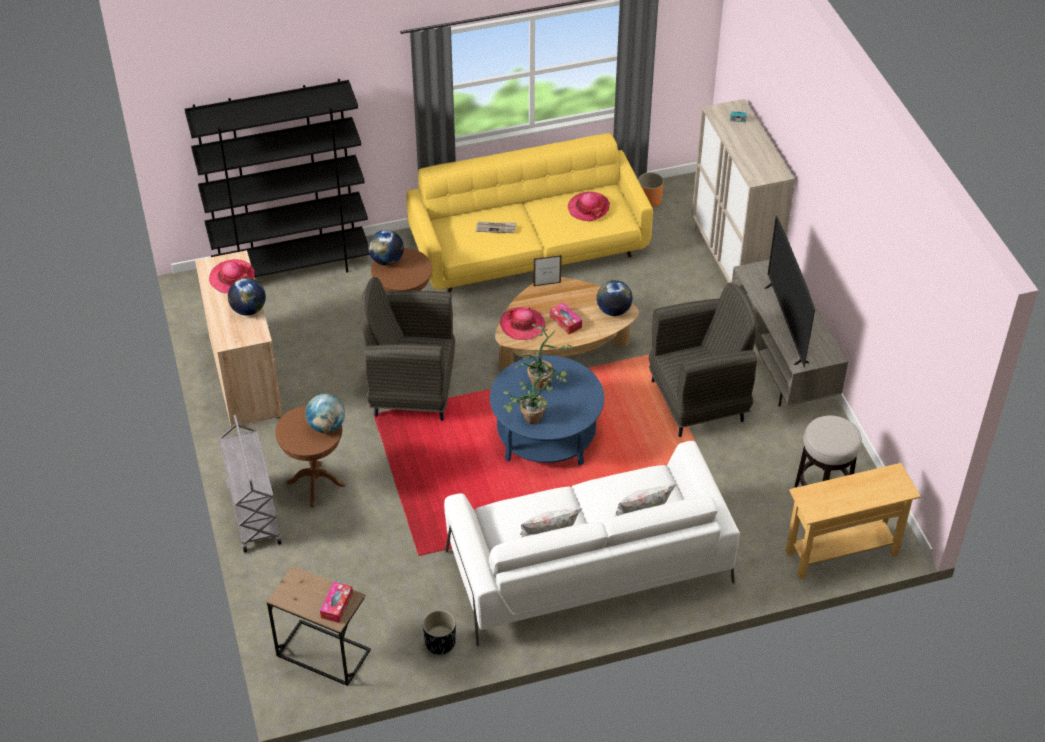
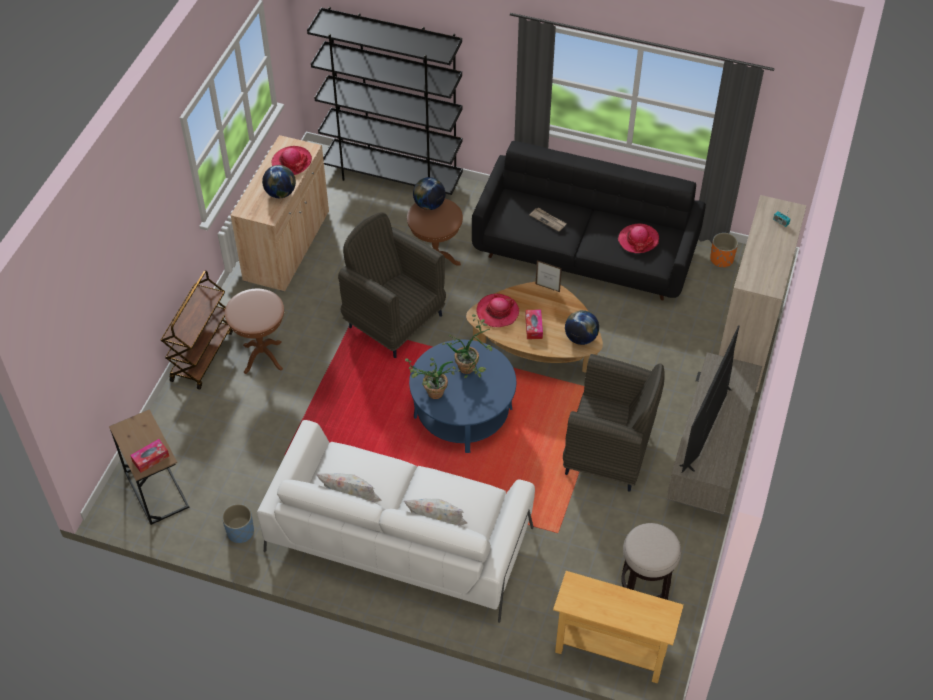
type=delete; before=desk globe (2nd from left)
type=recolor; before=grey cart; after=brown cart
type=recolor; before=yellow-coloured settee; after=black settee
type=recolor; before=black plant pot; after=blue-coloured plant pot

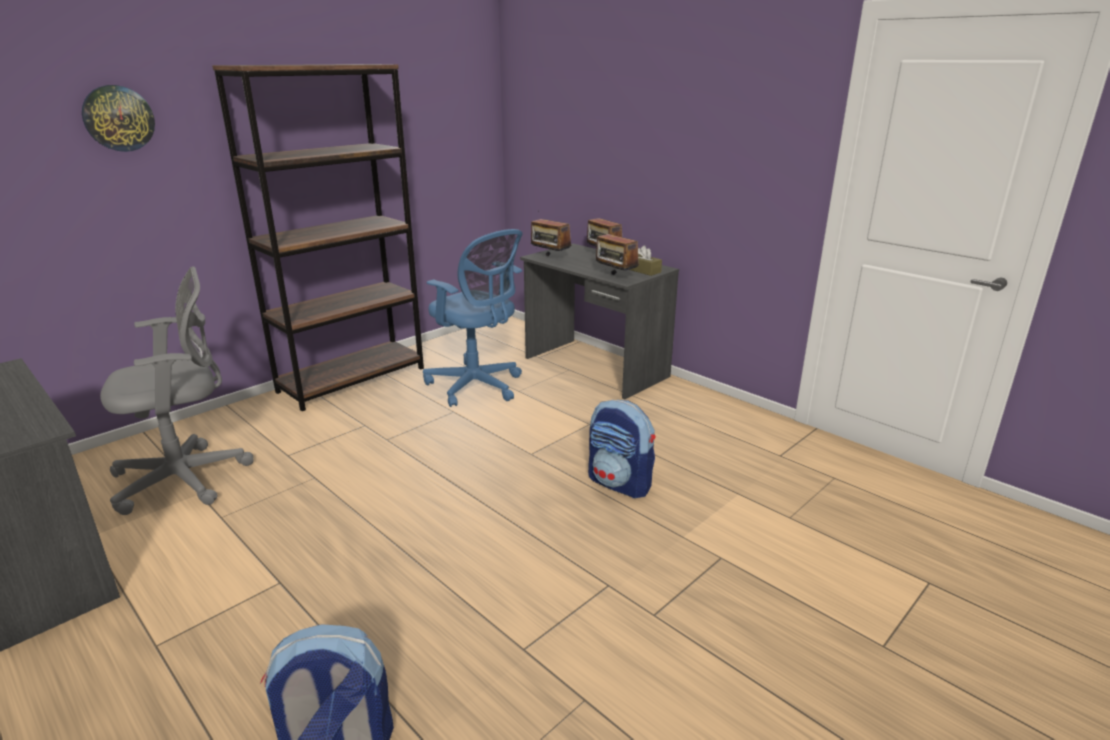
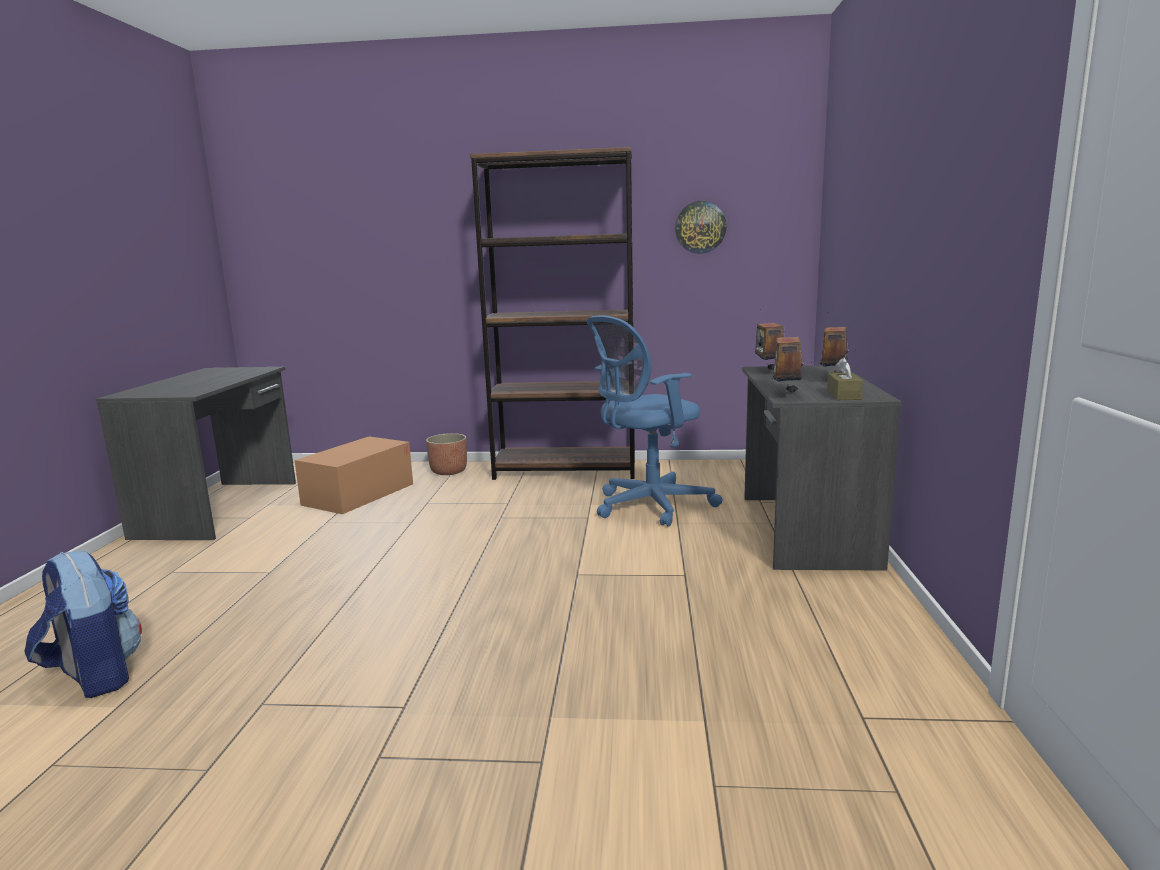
type=delete; before=backpack (2nd from left)
type=insert; after=plant pot
type=move; before=wall clock
type=replace; before=grey office chair; after=packing box
type=rotate; before=blue-coloured office chair; turn=60

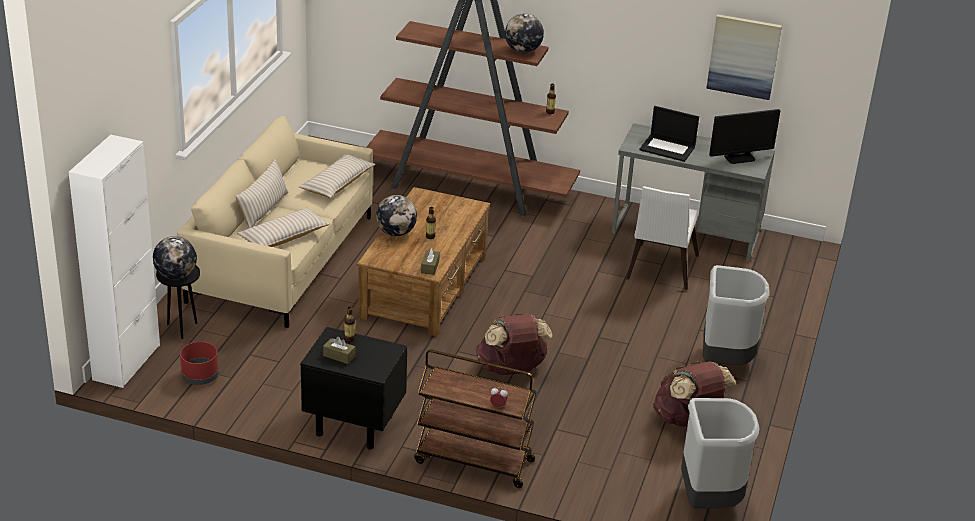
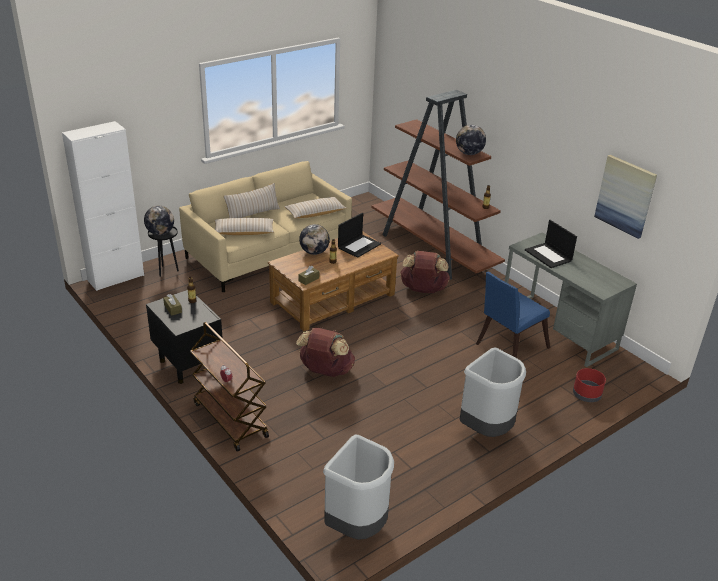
type=delete; before=monitor
type=insert; after=laptop (1st from left)
type=move; before=reddish plant pot
type=move; before=brown backpack (2nd from left)
type=recolor; before=white-coloured upright chair; after=blue-coloured upright chair

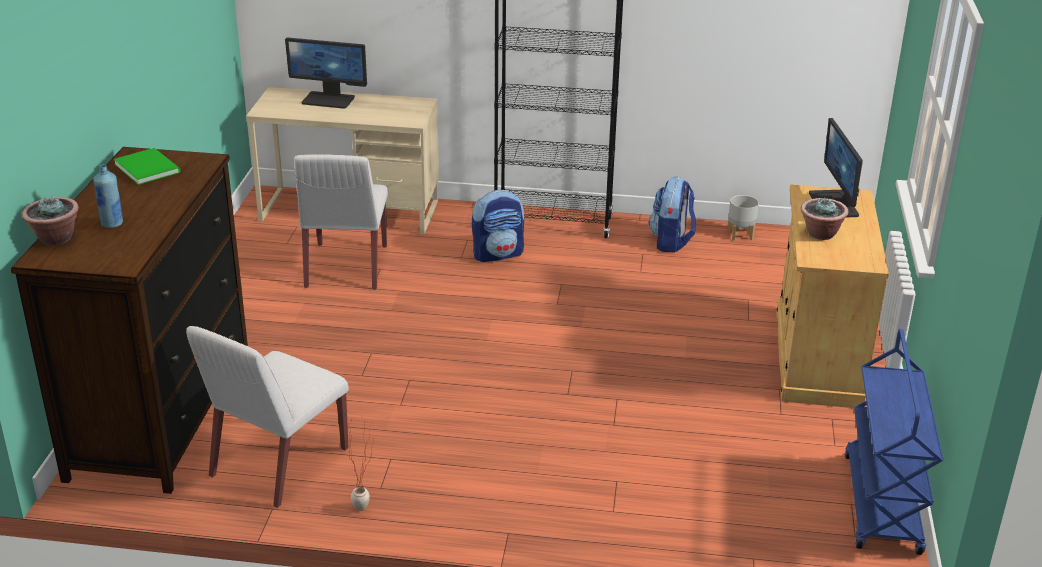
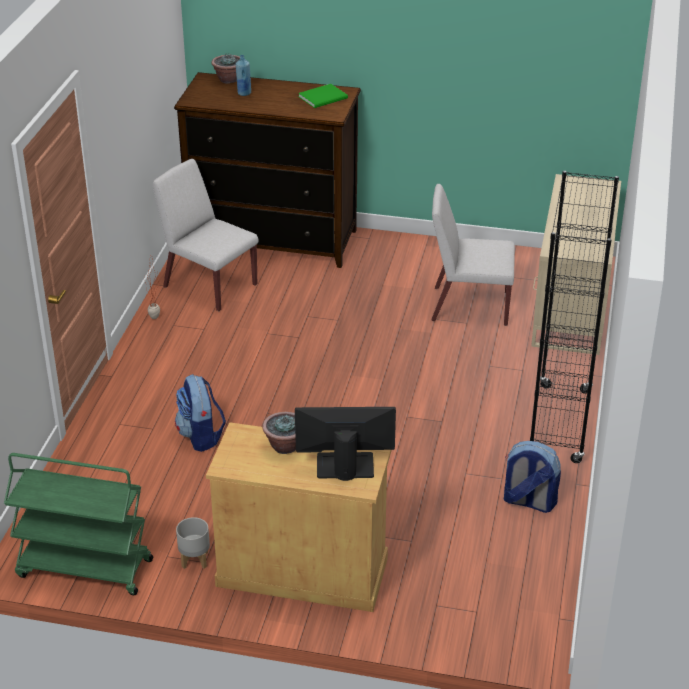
type=delete; before=monitor (1st from left)
type=move; before=backpack (1st from left)
type=move; before=grey plant pot
type=recolor; before=blue-coloured cart; after=green-coloured cart

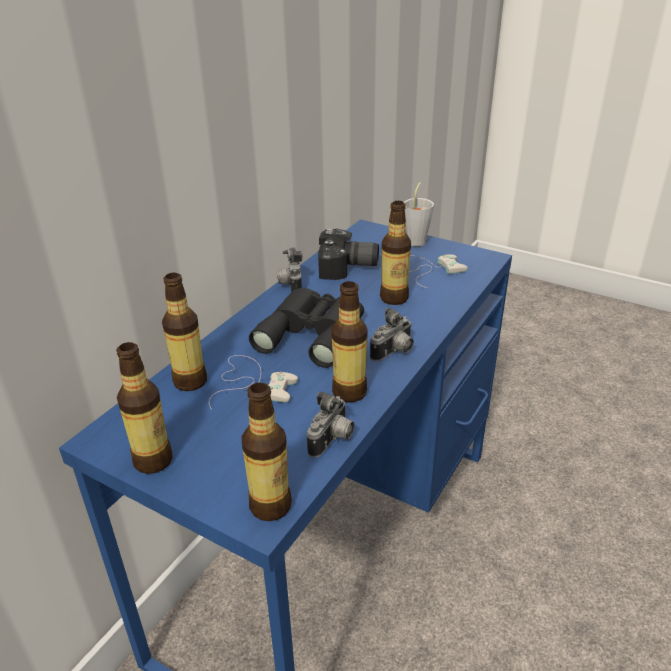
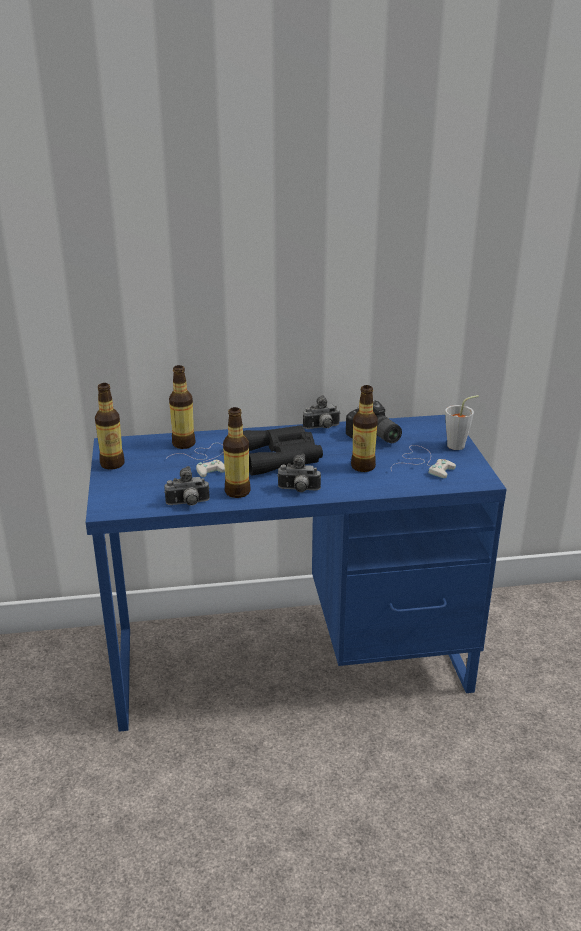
type=delete; before=drink bottle (3rd from left)
type=rotate; before=still camera (1st from left in the first image); turn=-150

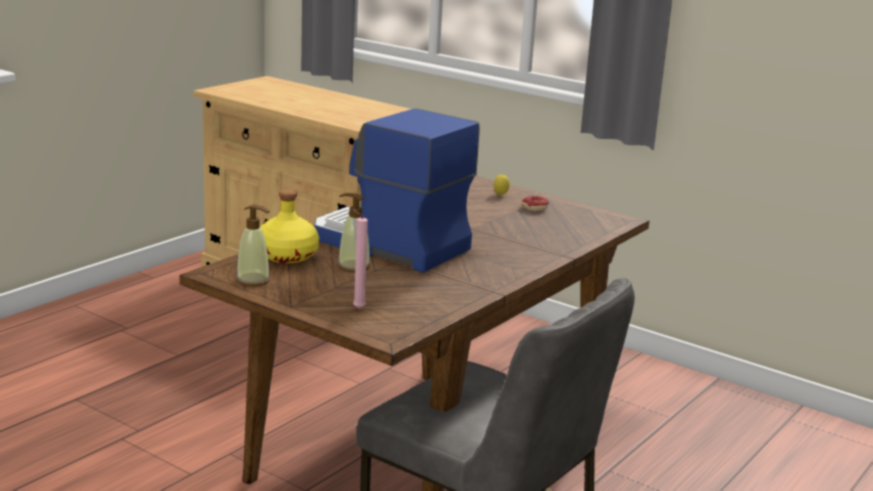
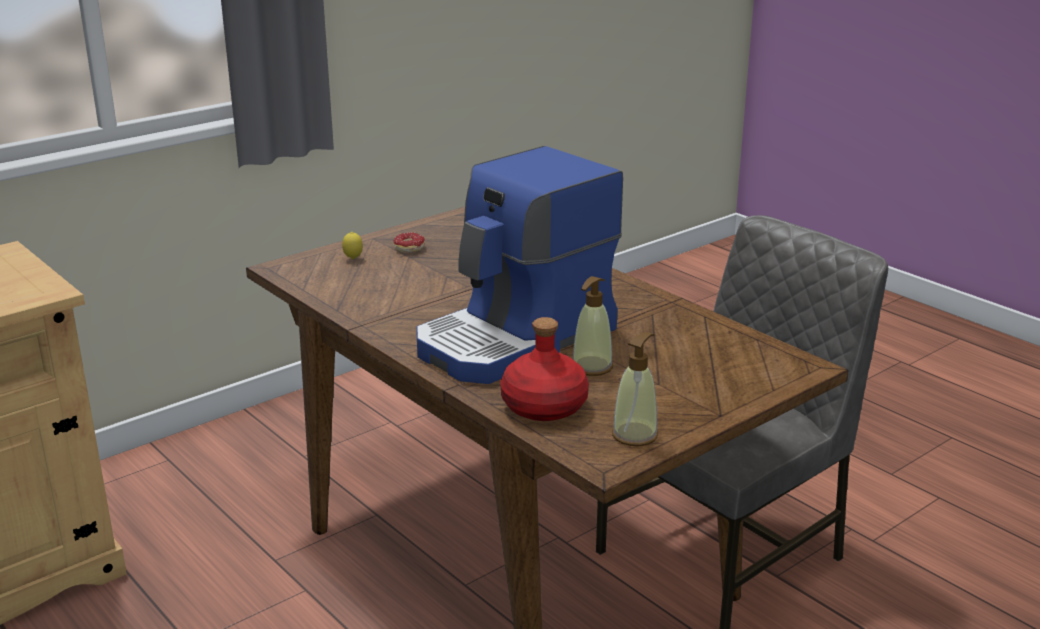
type=delete; before=pink-coloured wax candle
type=recolor; before=yellow-coloured drink bottle; after=reddish drink bottle

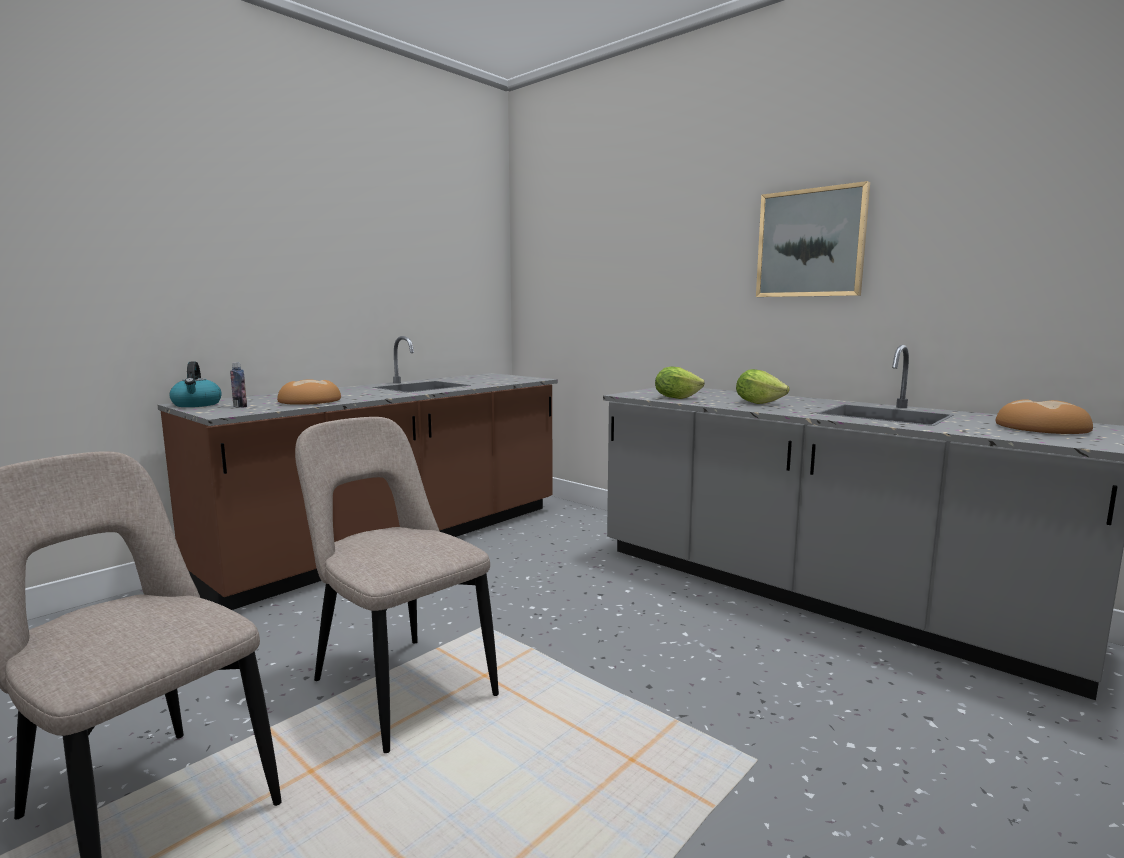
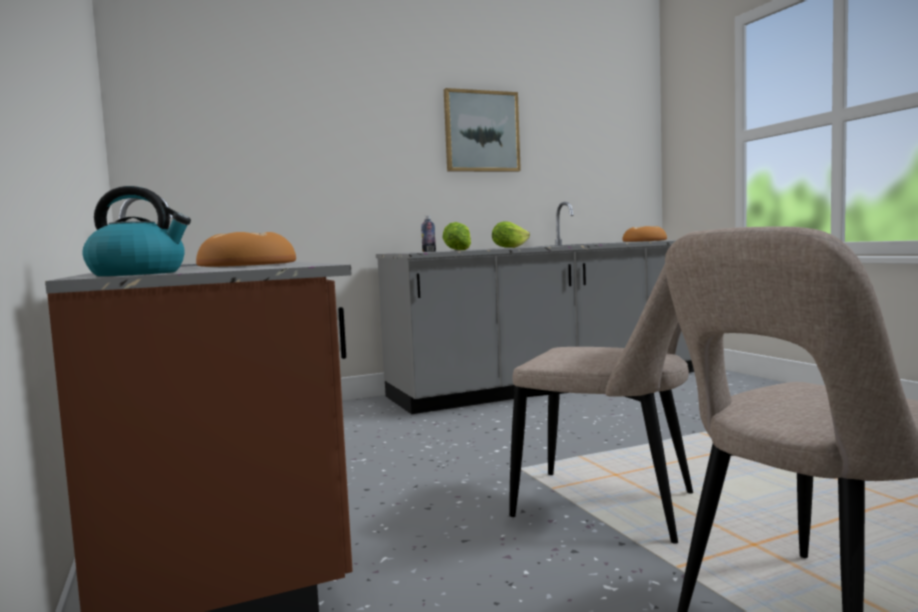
type=move; before=drink bottle
type=rotate; before=beige-coloured upright chair (2nd from left in the first image); turn=-135

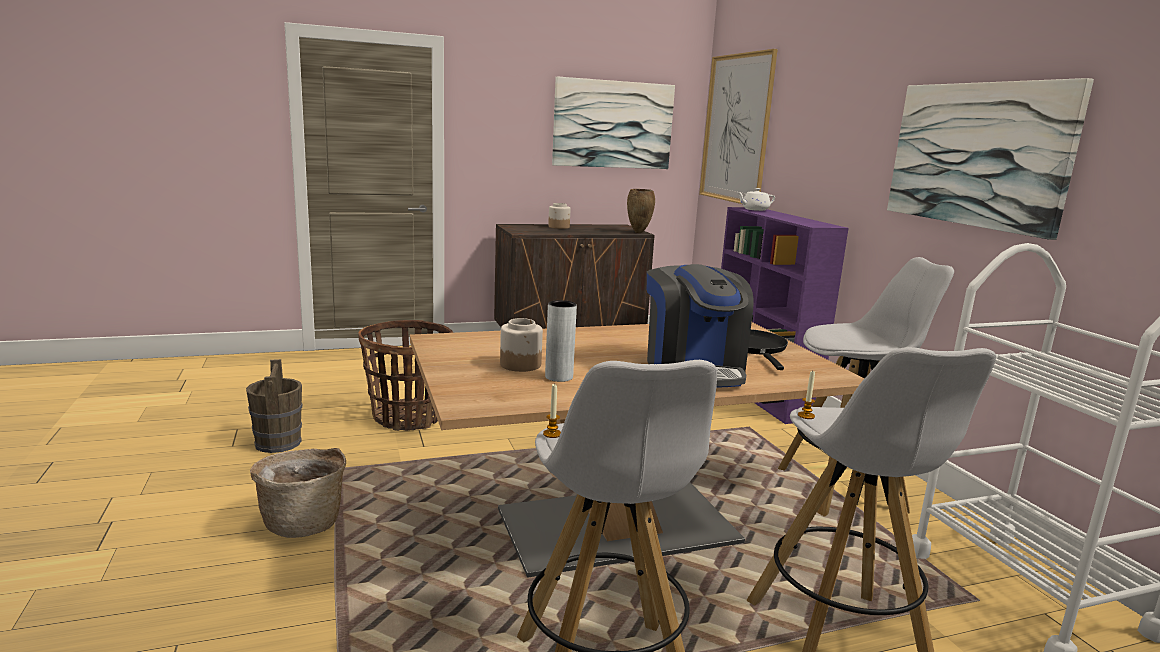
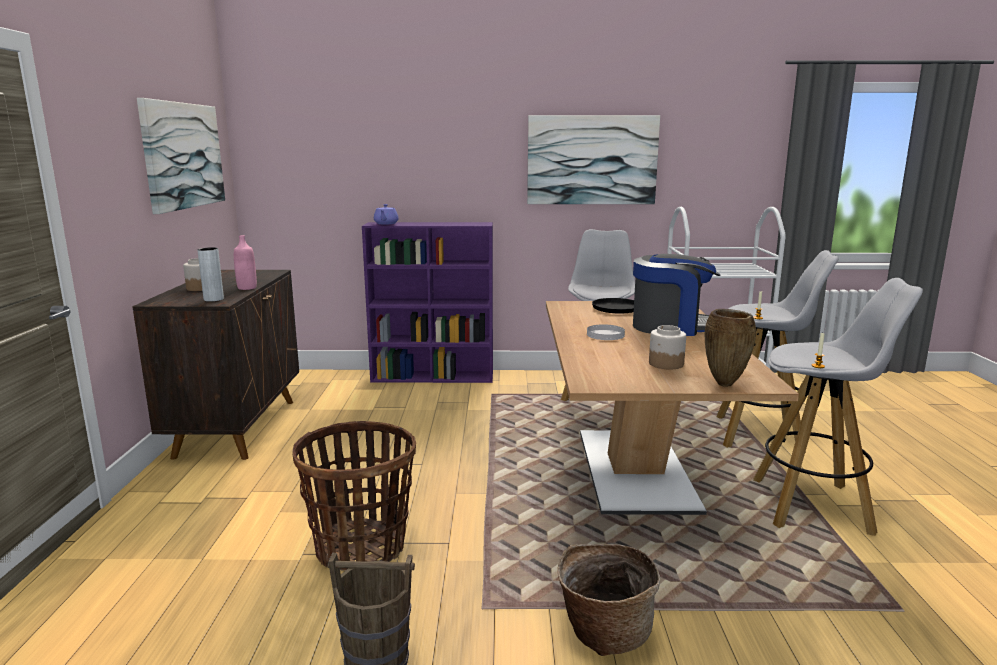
type=delete; before=wall art (2nd from left)
type=insert; after=pink-coloured drink bottle
type=insert; after=white-coloured dinner plate
type=move; before=grey flower vase
type=move; before=brown flower vase
type=recolor; before=white-coloured pot for tea; after=purple pot for tea

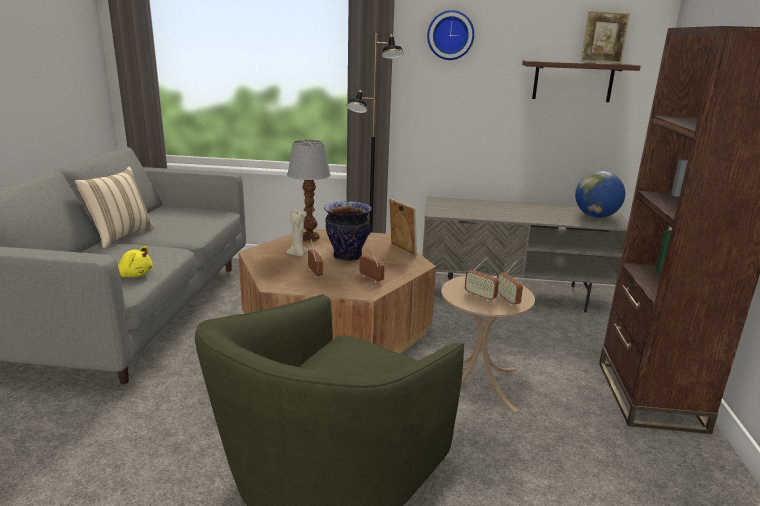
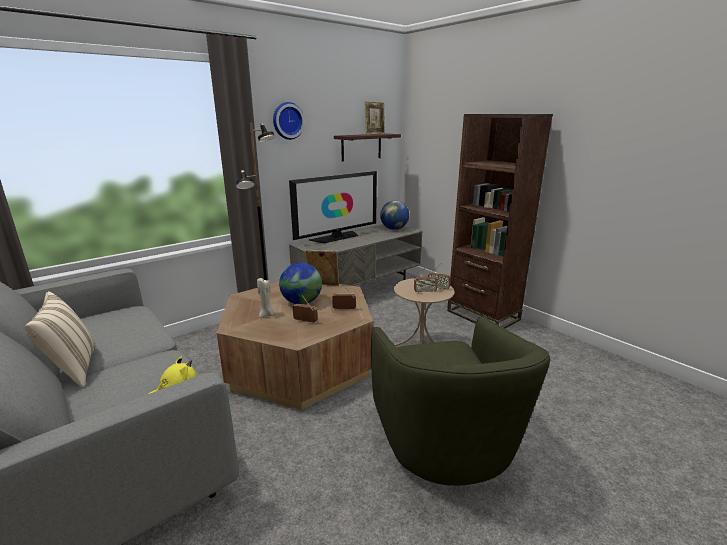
type=delete; before=tabletop lamp
type=insert; after=television
type=replace; before=flower vase; after=desk globe (1st from left)

